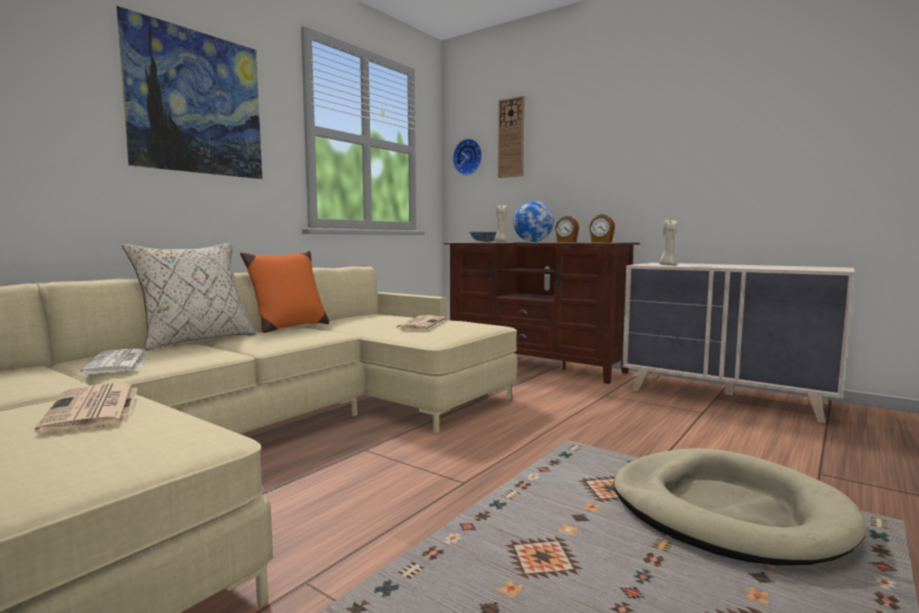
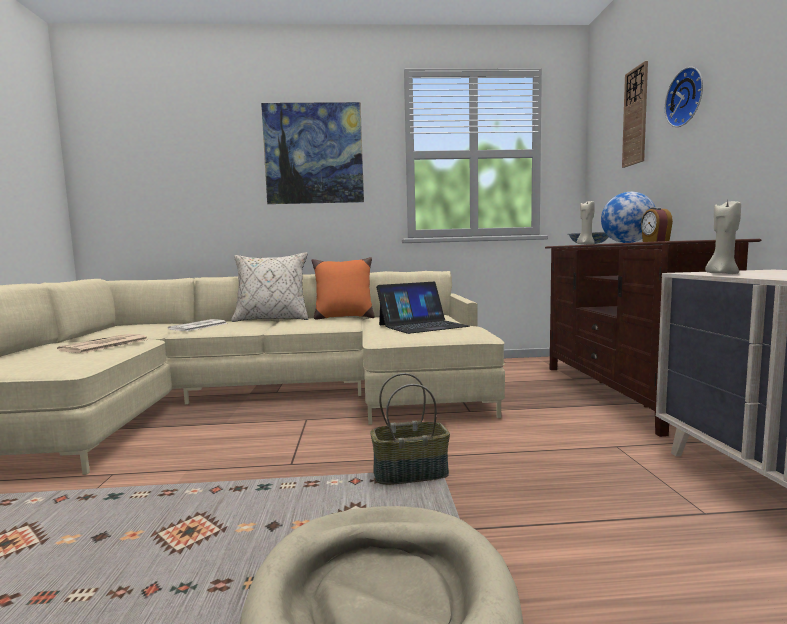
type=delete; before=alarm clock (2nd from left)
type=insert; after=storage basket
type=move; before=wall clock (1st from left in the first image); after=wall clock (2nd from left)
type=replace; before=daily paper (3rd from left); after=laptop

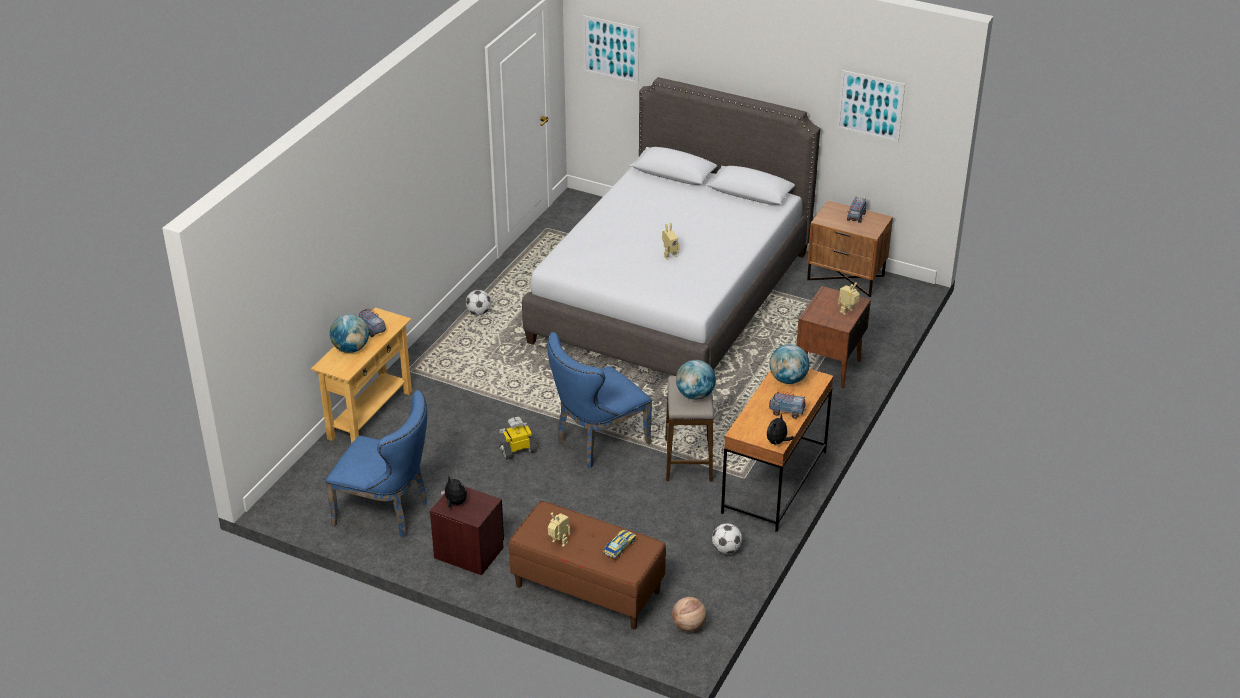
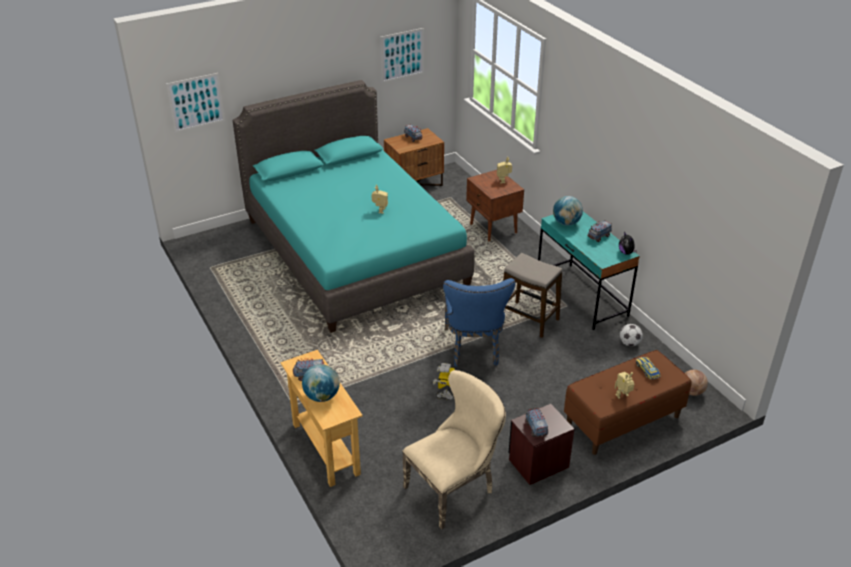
type=delete; before=football (1st from left)
type=delete; before=desk globe (2nd from left)
type=replace; before=cuddly toy (1st from left); after=toy truck (3rd from left)
type=recolor; before=blue-coloured upright chair (1st from left); after=beige-coloured upright chair
type=recolor; before=grey bedroom bed; after=turquoise bedroom bed
type=recolor; before=brown desk table; after=turquoise desk table

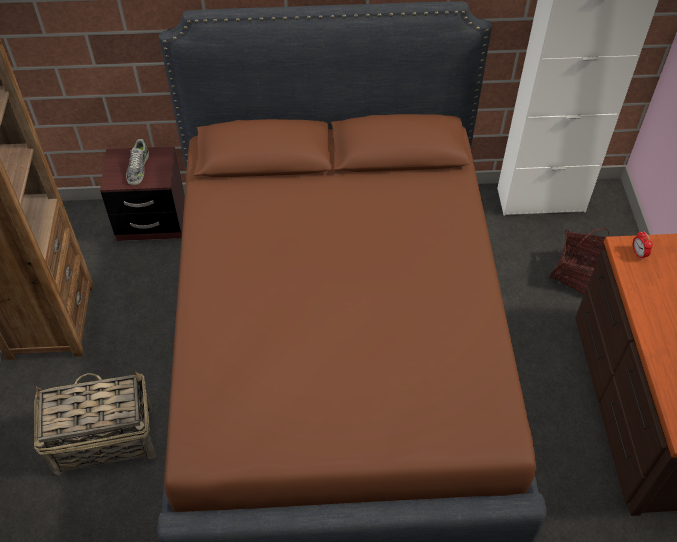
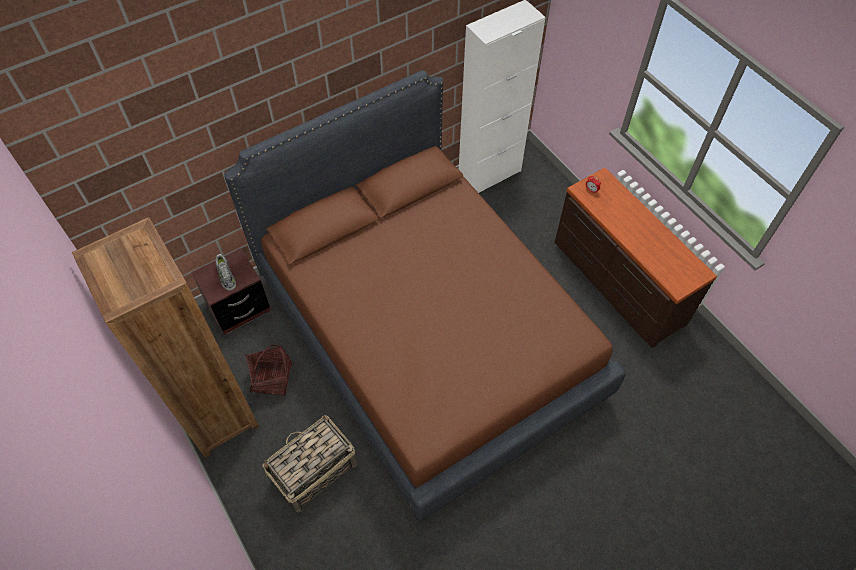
type=move; before=storage basket (2nd from left in the first image); after=storage basket (1st from left)

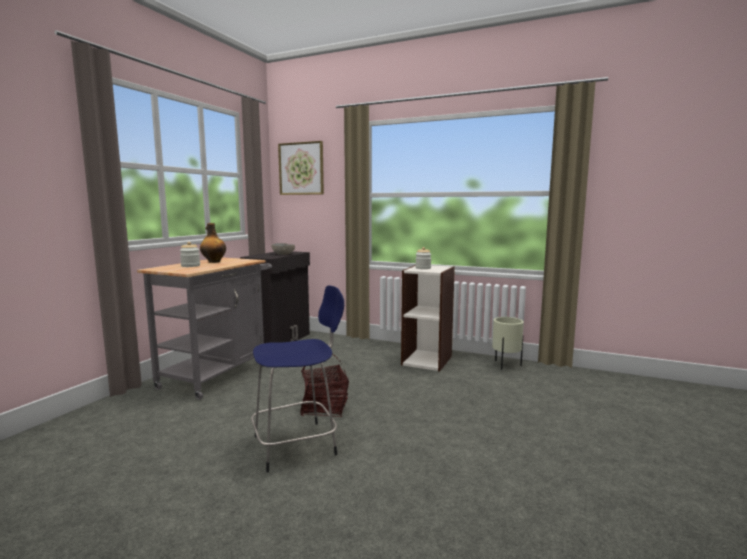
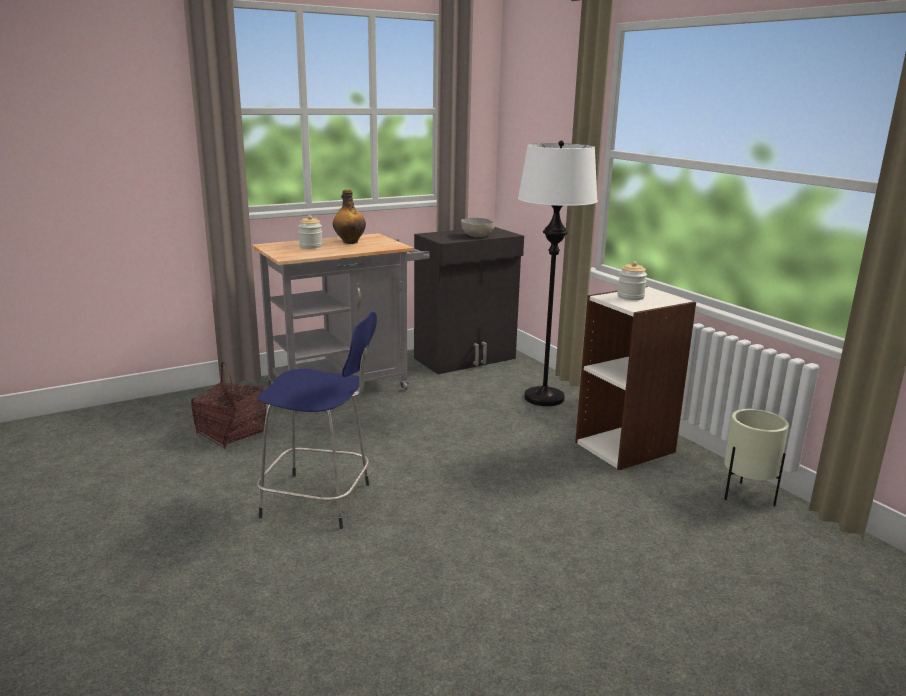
type=delete; before=wall art
type=insert; after=white-coloured standing lamp
type=move; before=storage basket

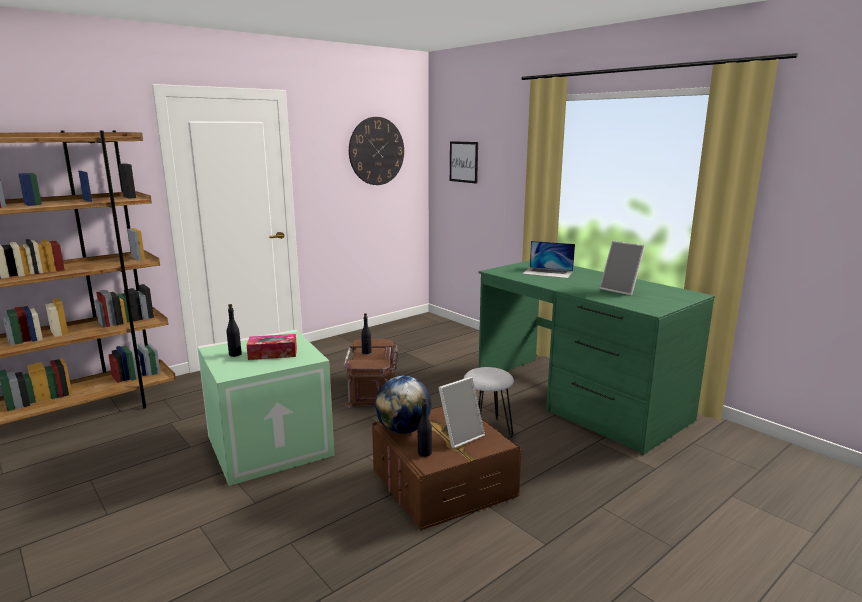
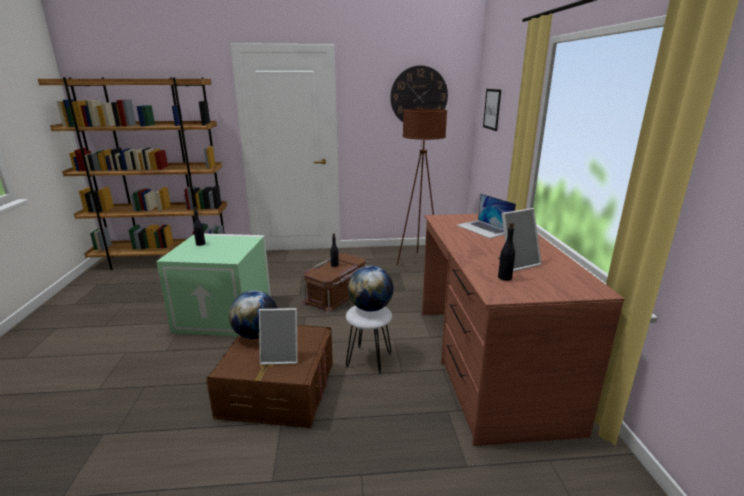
type=delete; before=box of tissues
type=insert; after=desk globe (2nd from left)
type=insert; after=brown standing lamp
type=move; before=black drink bottle (3rd from left)
type=recolor; before=green-coloured desk table; after=brown desk table
type=rotate; before=picture frame (2nd from left); turn=-105

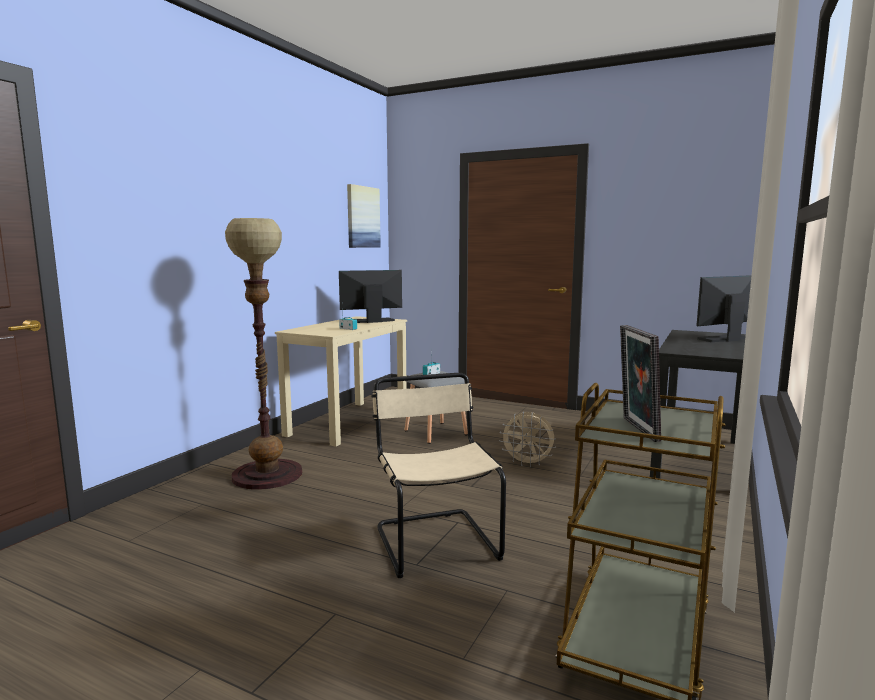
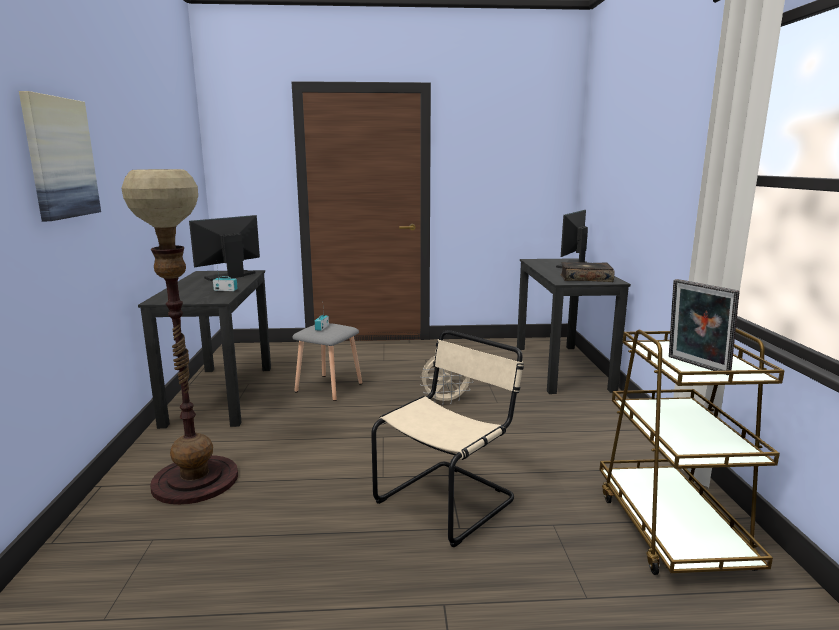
type=insert; after=book
type=move; before=wall art
type=recolor; before=beige-coloured desk table; after=black desk table (1st from left)
type=rotate; before=beige-coloured upright chair; turn=90

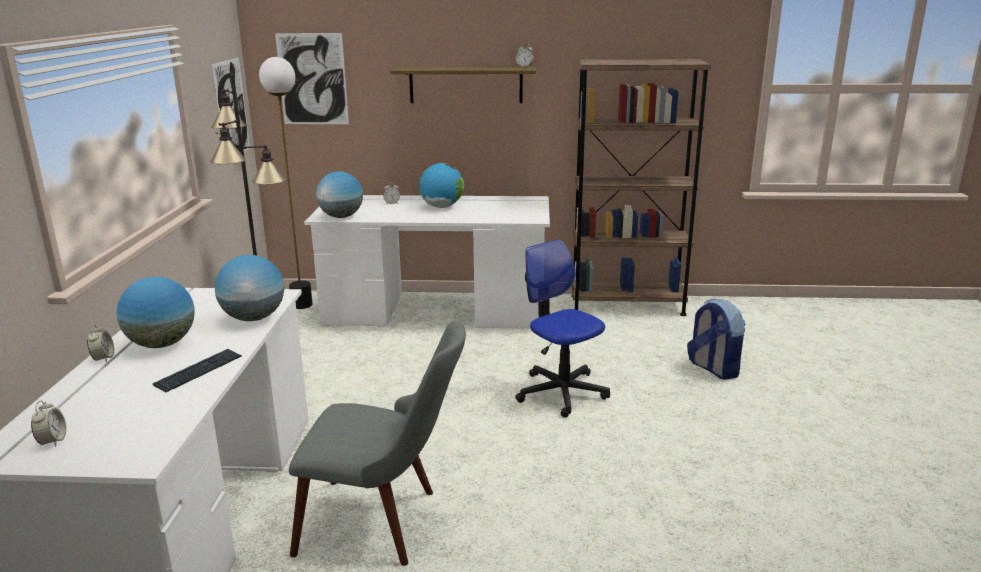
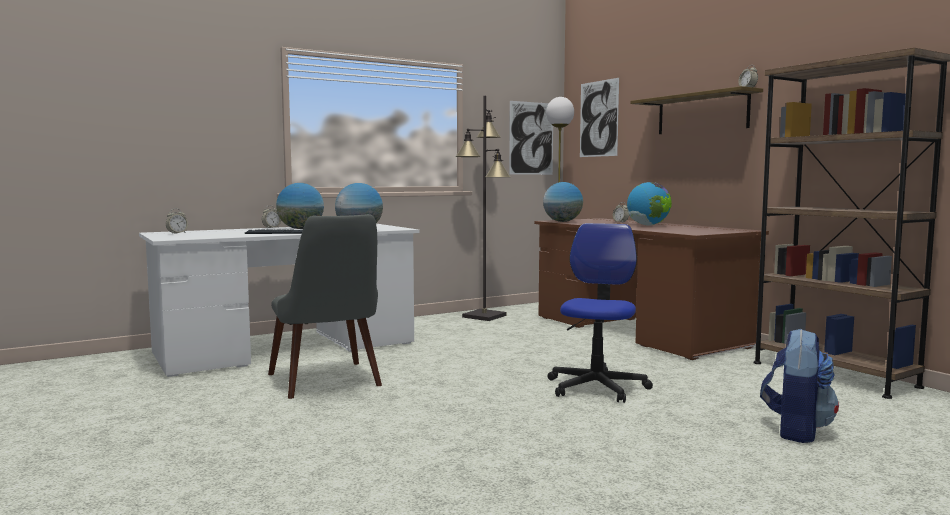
type=recolor; before=white-coloured desk table (2nd from left); after=brown desk table

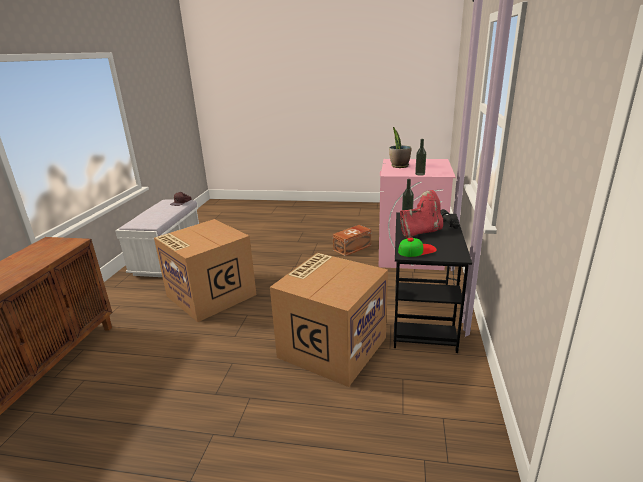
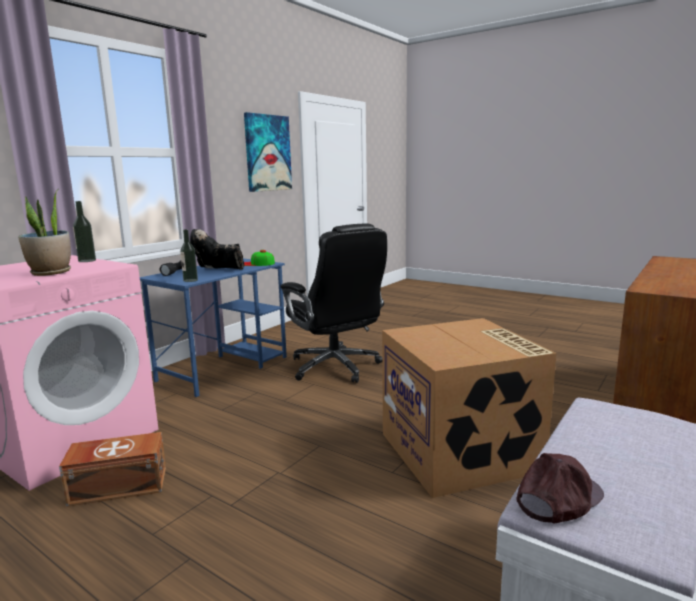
type=insert; after=wall art
type=replace; before=packing box (2nd from left); after=black office chair
type=recolor; before=black desk table; after=blue-coloured desk table
type=recolor; before=reddish boot; after=black boot

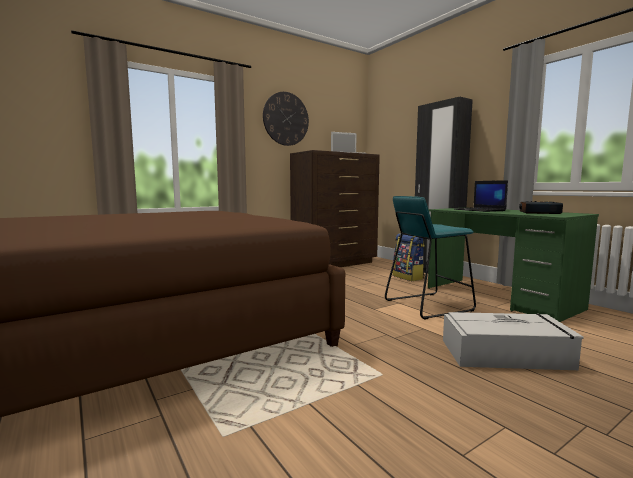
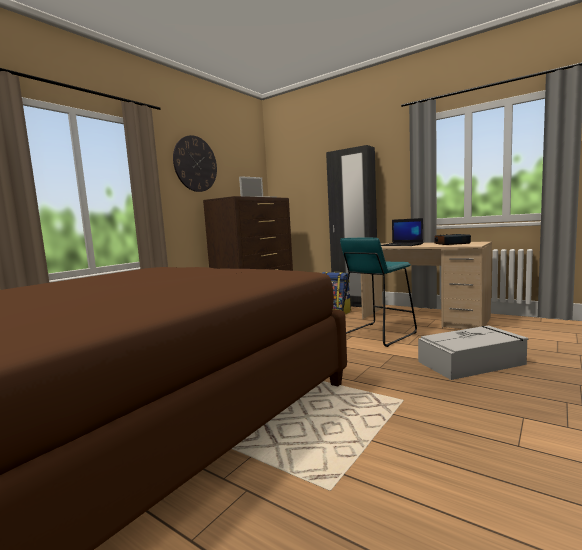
type=recolor; before=green-coloured desk table; after=beige-coloured desk table

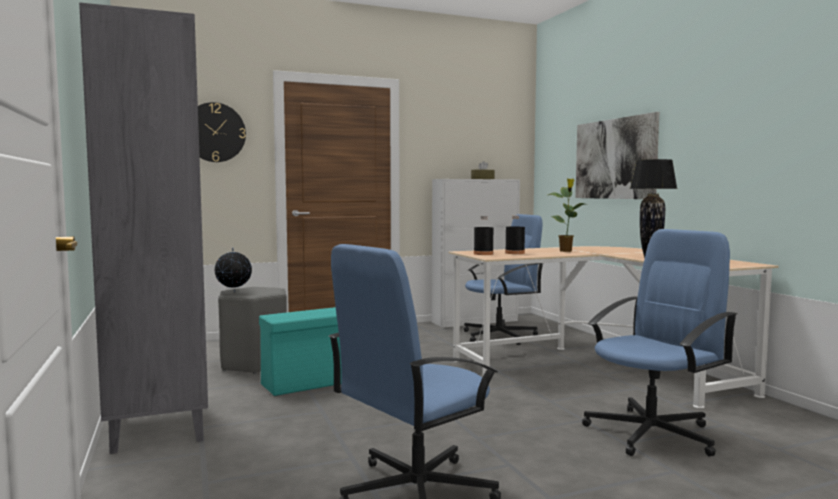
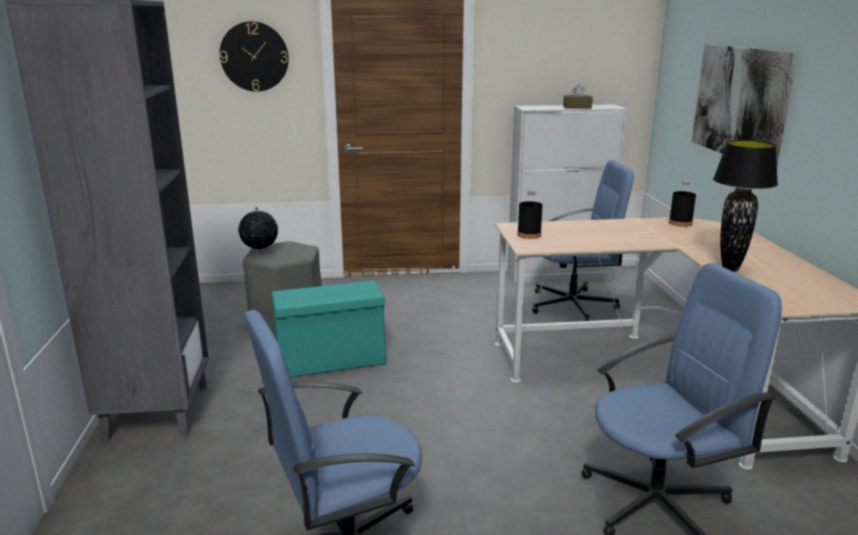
type=delete; before=potted plant
type=move; before=black drink bottle (2nd from left)

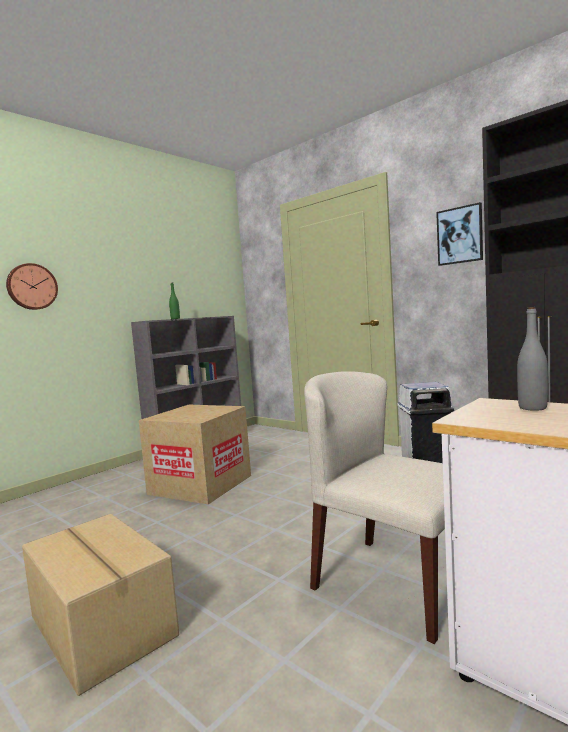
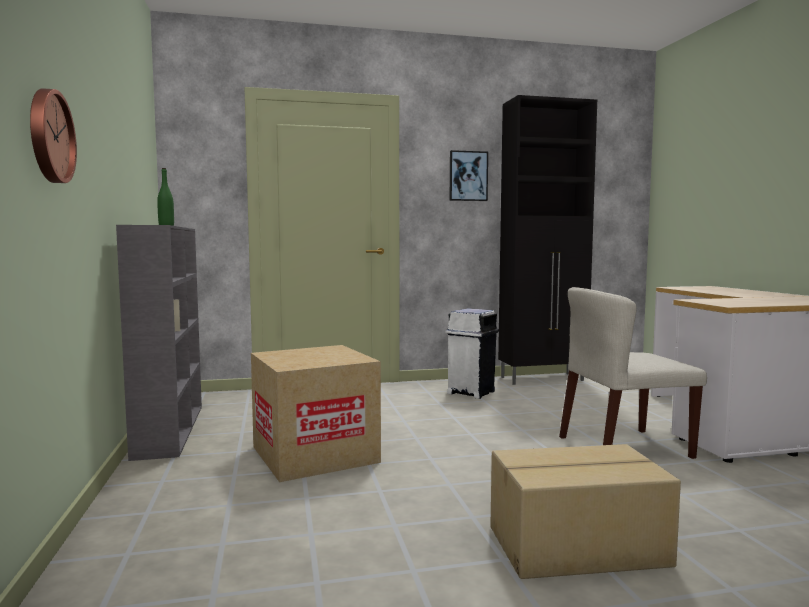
type=delete; before=grey drink bottle

